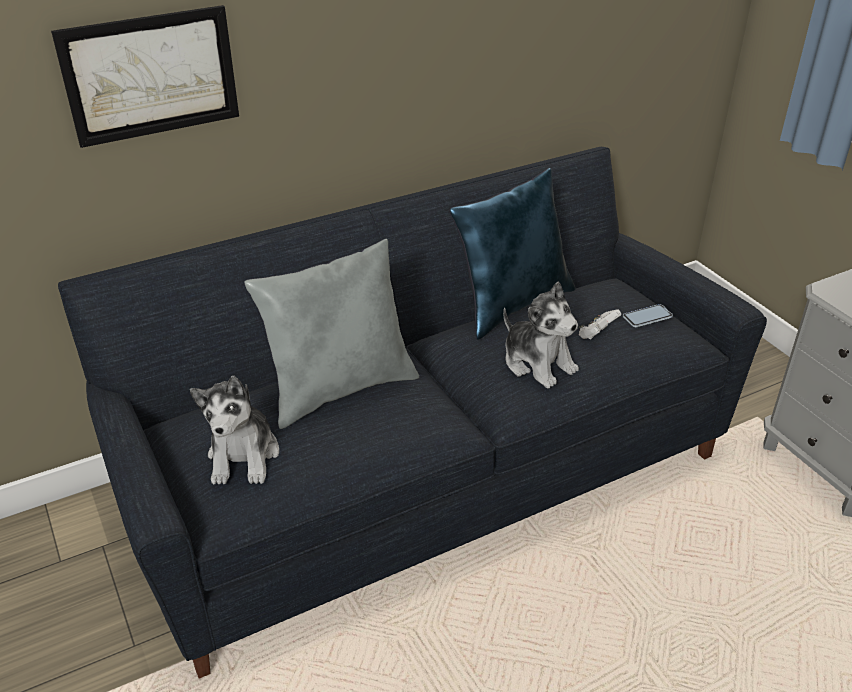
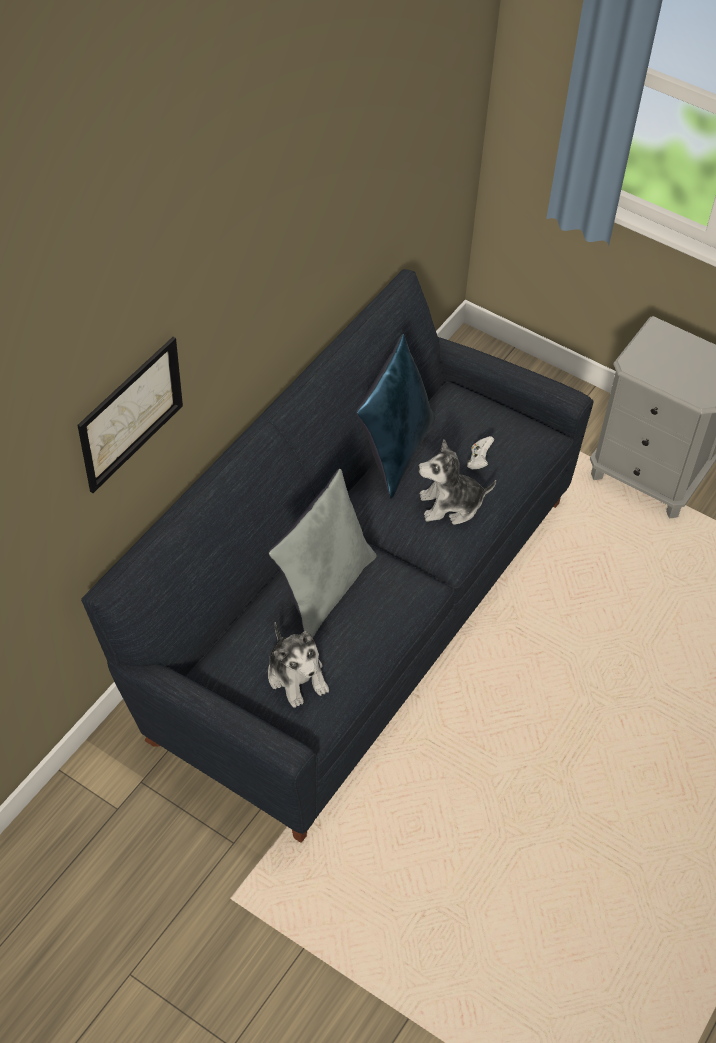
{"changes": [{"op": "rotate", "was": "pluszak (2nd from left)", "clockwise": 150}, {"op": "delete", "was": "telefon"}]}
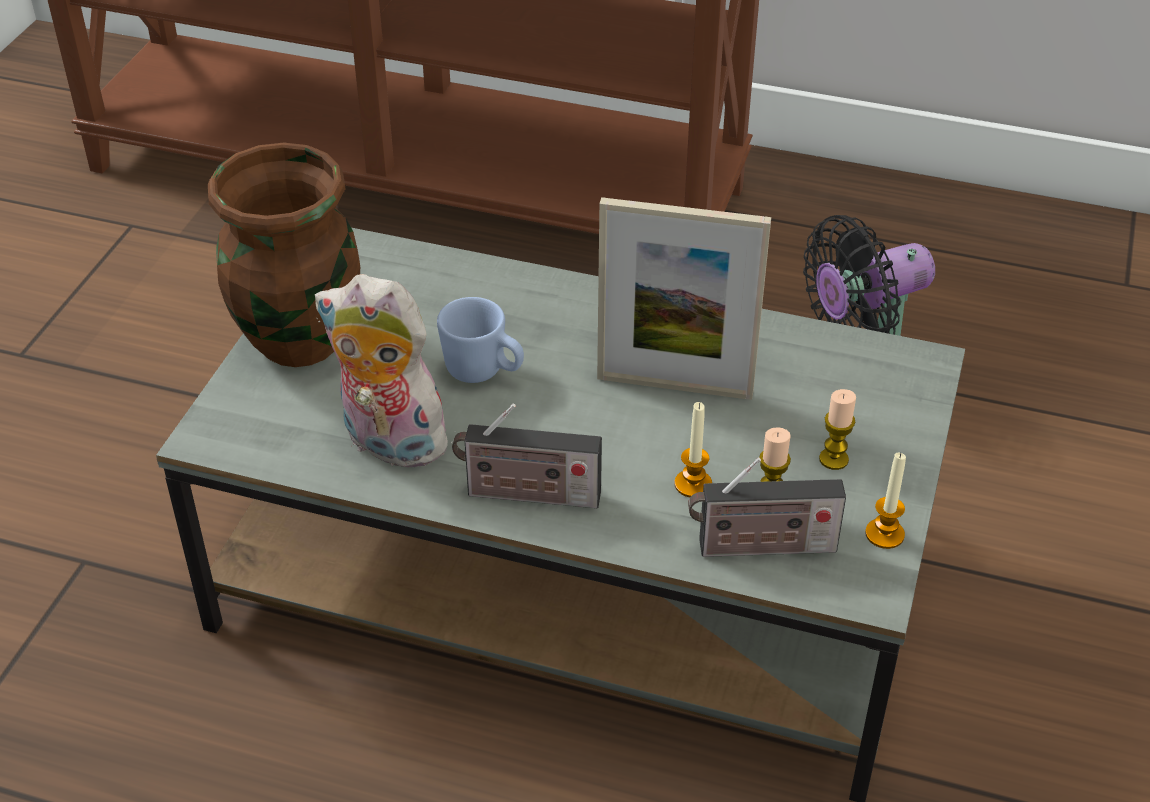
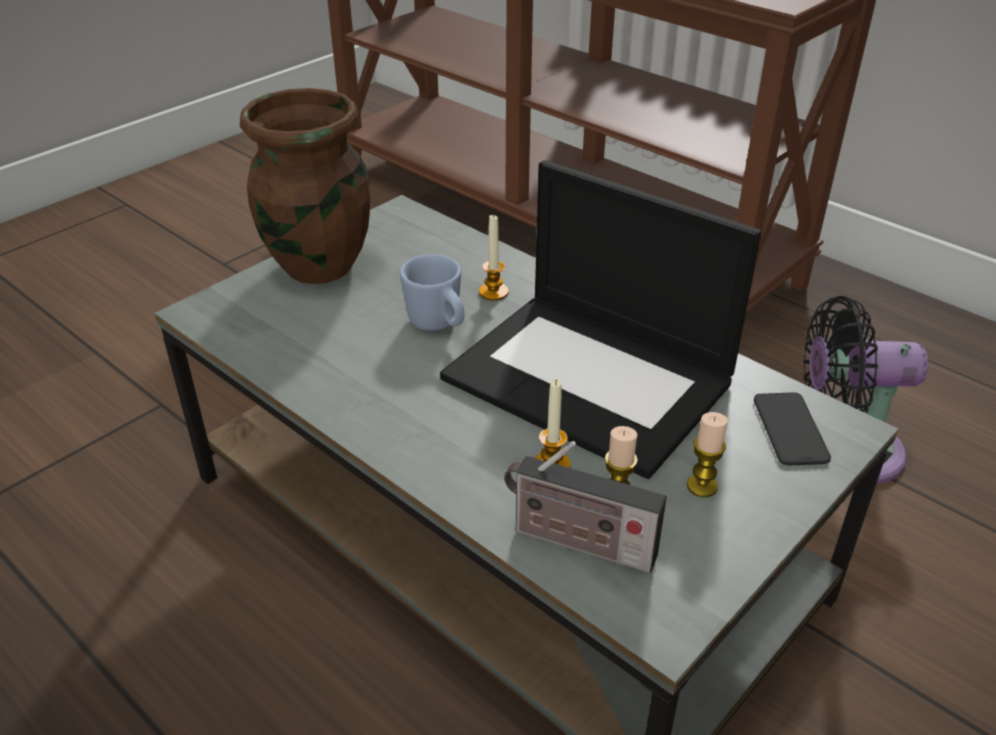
{"changes": [{"op": "delete", "was": "pluszak"}, {"op": "delete", "was": "radio (1st from left)"}, {"op": "replace", "was": "ramka na zdjęcie", "now": "laptop"}, {"op": "move", "was": "świeca (4th from left in the first image)", "now": "świeca (1st from left)"}, {"op": "insert", "now": "telefon"}]}
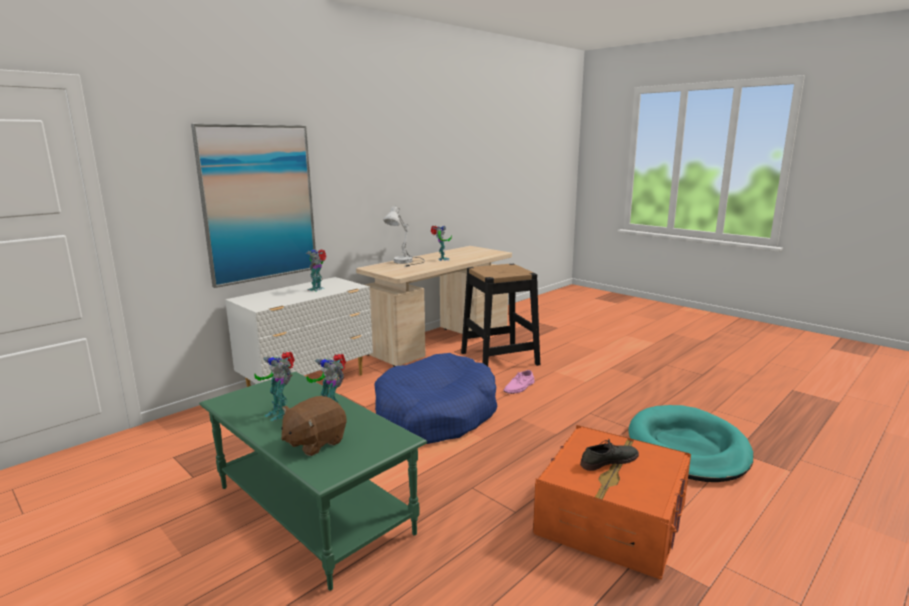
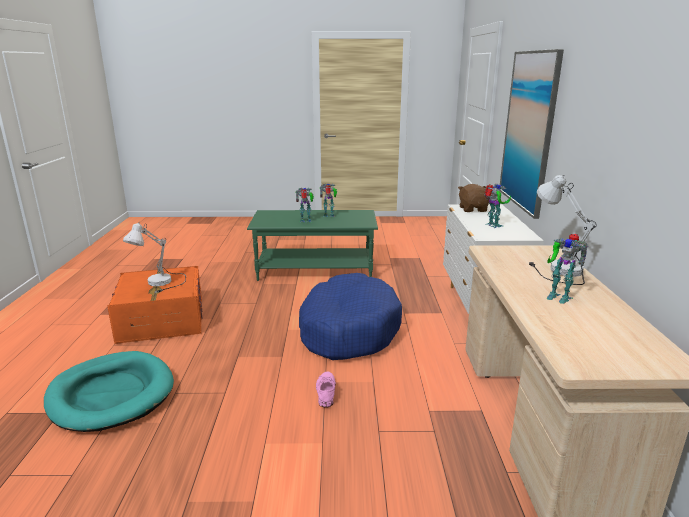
{"changes": [{"op": "move", "was": "pluszak [brązowy]"}, {"op": "delete", "was": "stołek [czarny]"}, {"op": "replace", "was": "but [szary]", "now": "lampa stołowa [biały] (1st from left)"}]}
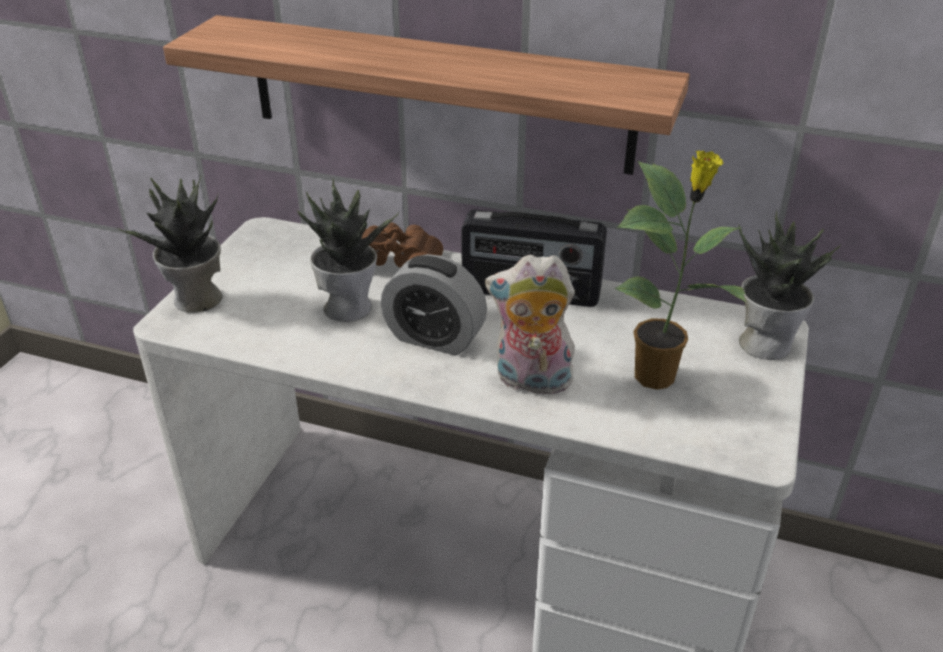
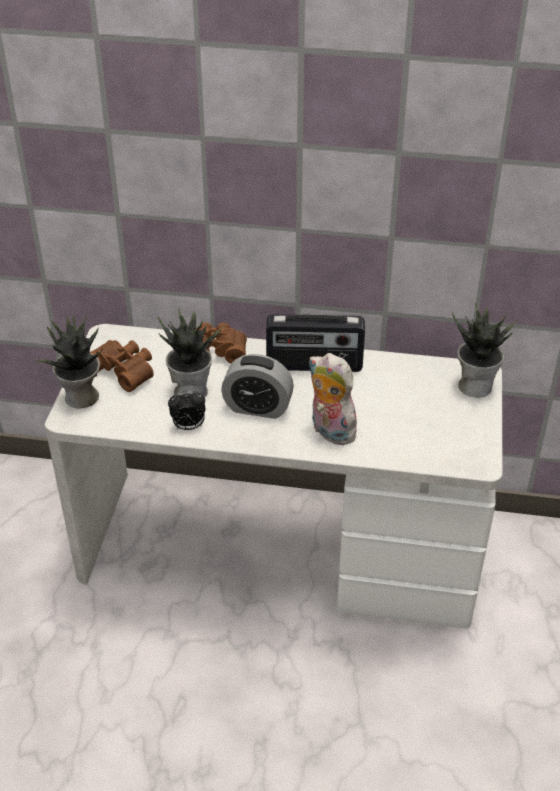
{"changes": [{"op": "delete", "was": "półka"}, {"op": "rotate", "was": "pluszak", "clockwise": 45}, {"op": "delete", "was": "roślina doniczkowa (3rd from left)"}, {"op": "insert", "now": "lornetka [brązowy] (1st from left)"}, {"op": "insert", "now": "budzik (1st from left)"}]}
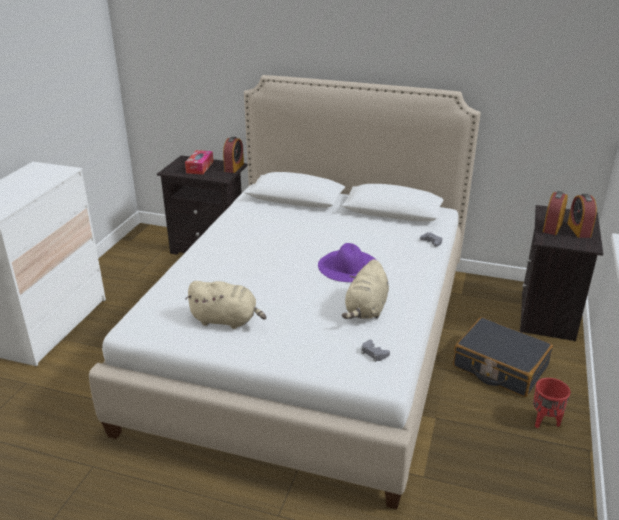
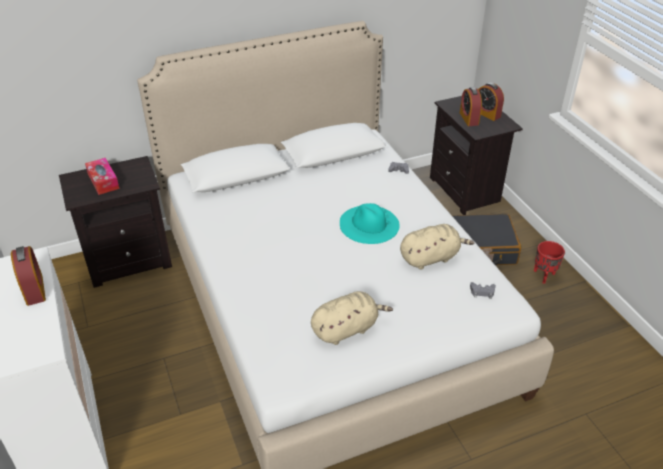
{"changes": [{"op": "move", "was": "budzik (1st from left)"}, {"op": "recolor", "was": "kapelusz [fioletowy]", "now": "kapelusz [turkusowy]"}, {"op": "rotate", "was": "pluszak [beżowy] (2nd from left)", "clockwise": -90}]}
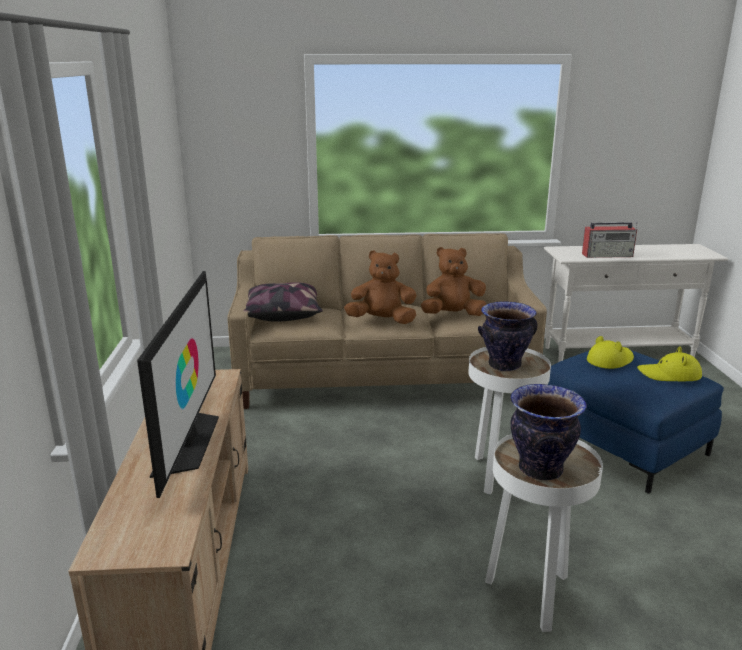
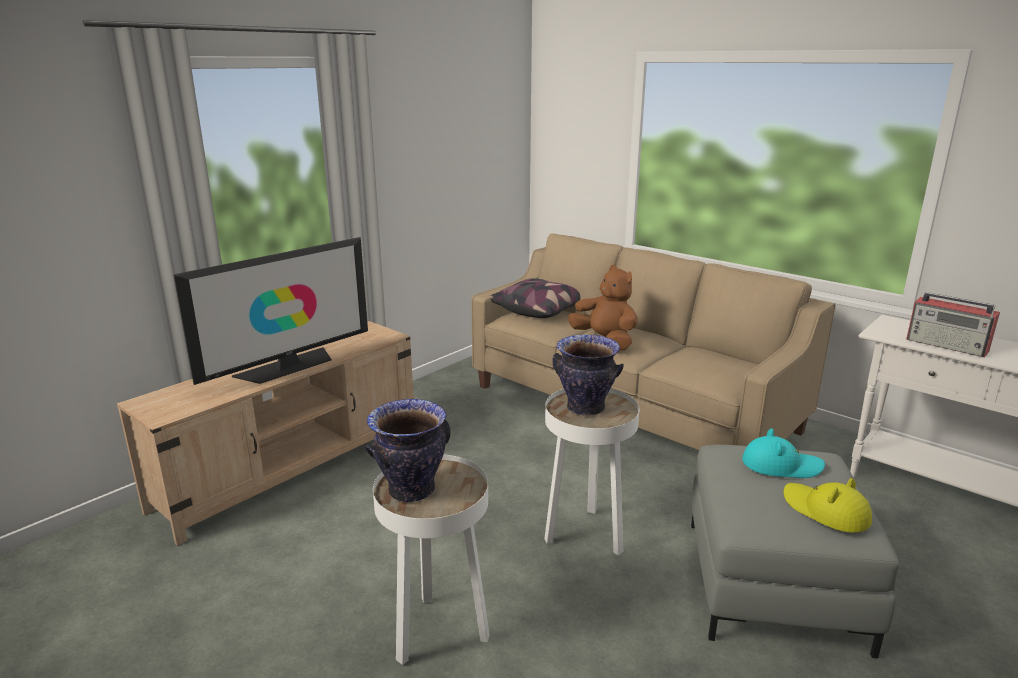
{"changes": [{"op": "delete", "was": "pluszak [brązowy] (2nd from left)"}, {"op": "recolor", "was": "pufa [niebieski]", "now": "pufa [szary]"}, {"op": "recolor", "was": "kapelusz [żółty] (1st from left)", "now": "kapelusz [turkusowy]"}]}
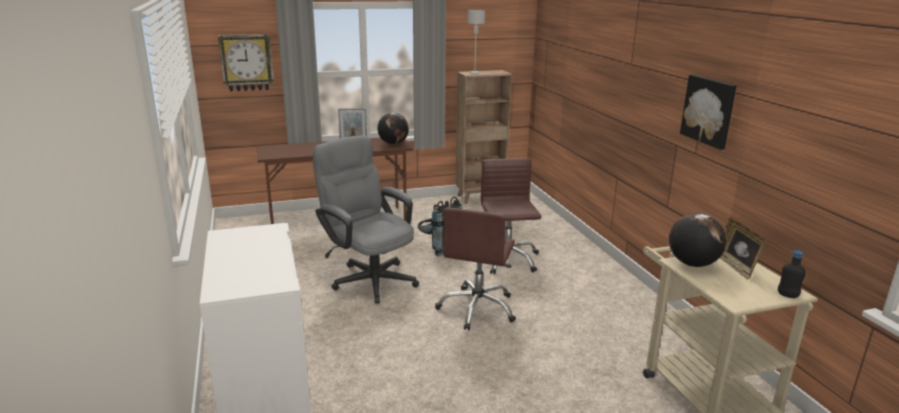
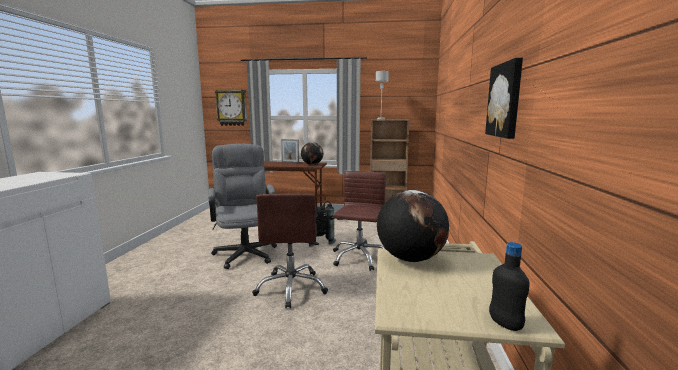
{"changes": [{"op": "rotate", "was": "krzesło biurowe [brązowy] (1st from left)", "clockwise": -45}, {"op": "delete", "was": "ramka na zdjęcie (2nd from left)"}]}
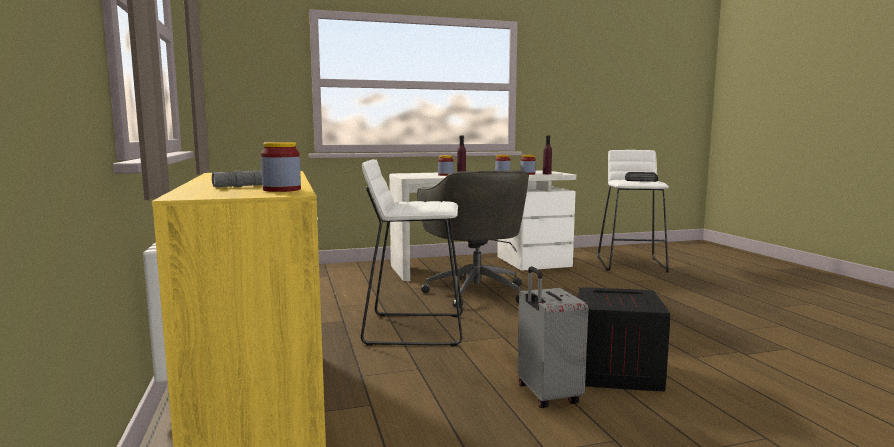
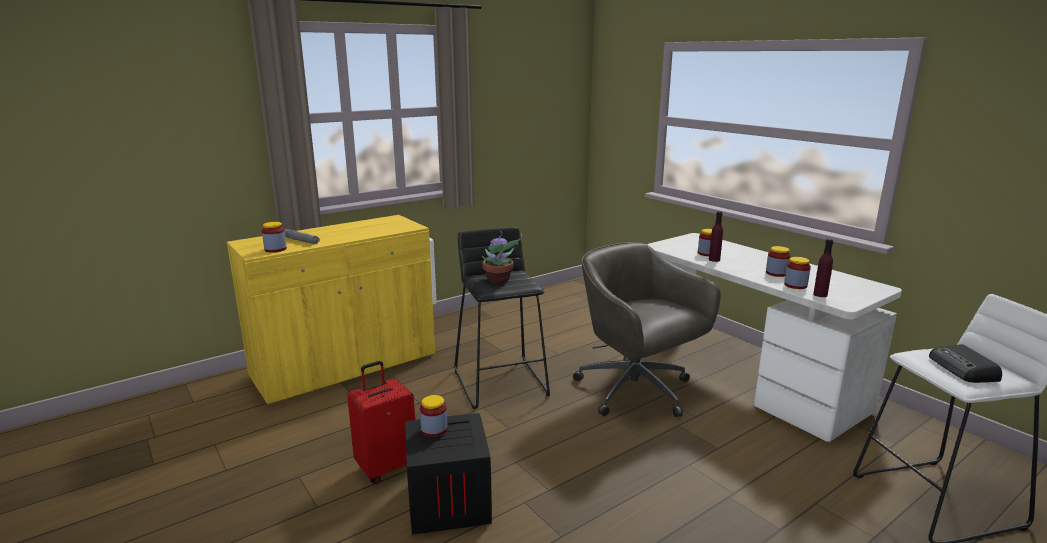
{"changes": [{"op": "recolor", "was": "stołek [biały] (1st from left)", "now": "stołek [czarny]"}, {"op": "rotate", "was": "krzesło biurowe [szary]", "clockwise": 90}, {"op": "recolor", "was": "walizka [szary]", "now": "walizka [czerwony]"}, {"op": "insert", "now": "słoik (2nd from left)"}, {"op": "insert", "now": "roślina doniczkowa"}]}
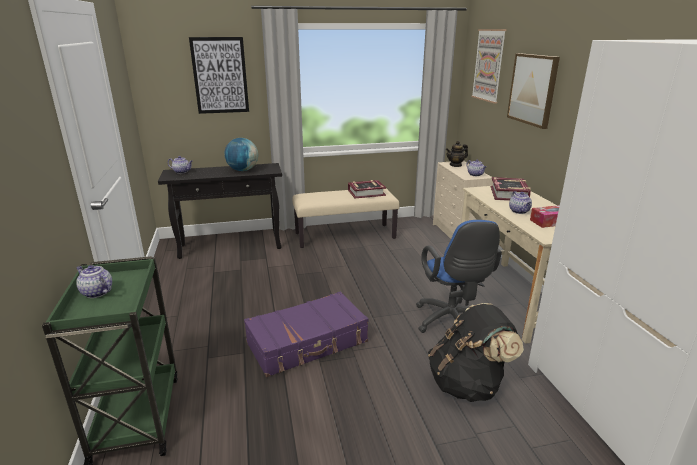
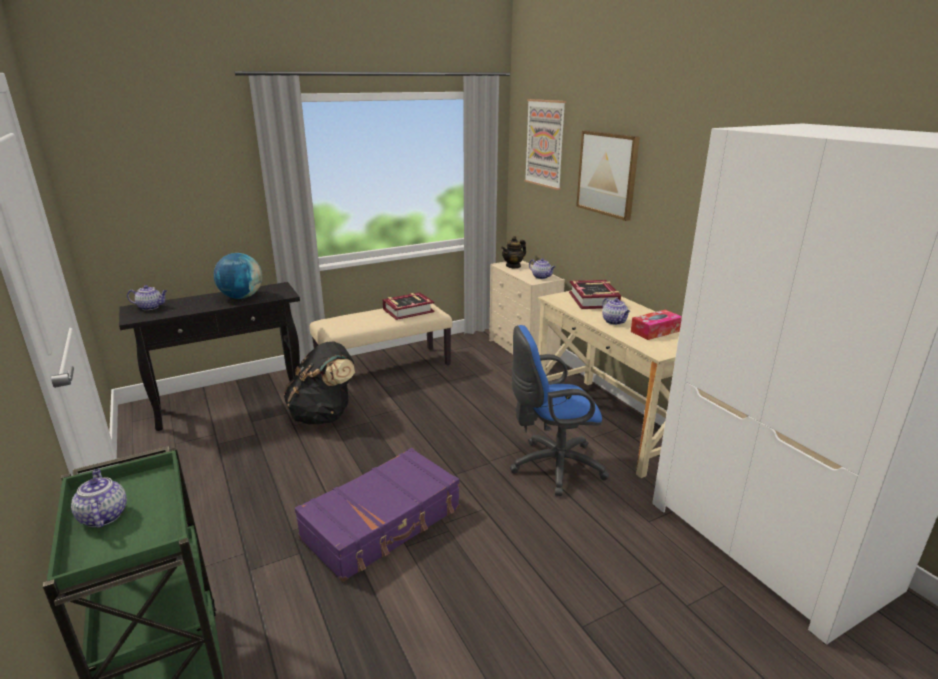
{"changes": [{"op": "rotate", "was": "imbryk (1st from left)", "clockwise": 45}, {"op": "delete", "was": "obraz (1st from left)"}, {"op": "rotate", "was": "krzesło biurowe [niebieski]", "clockwise": 105}, {"op": "move", "was": "plecak [czarny]"}]}
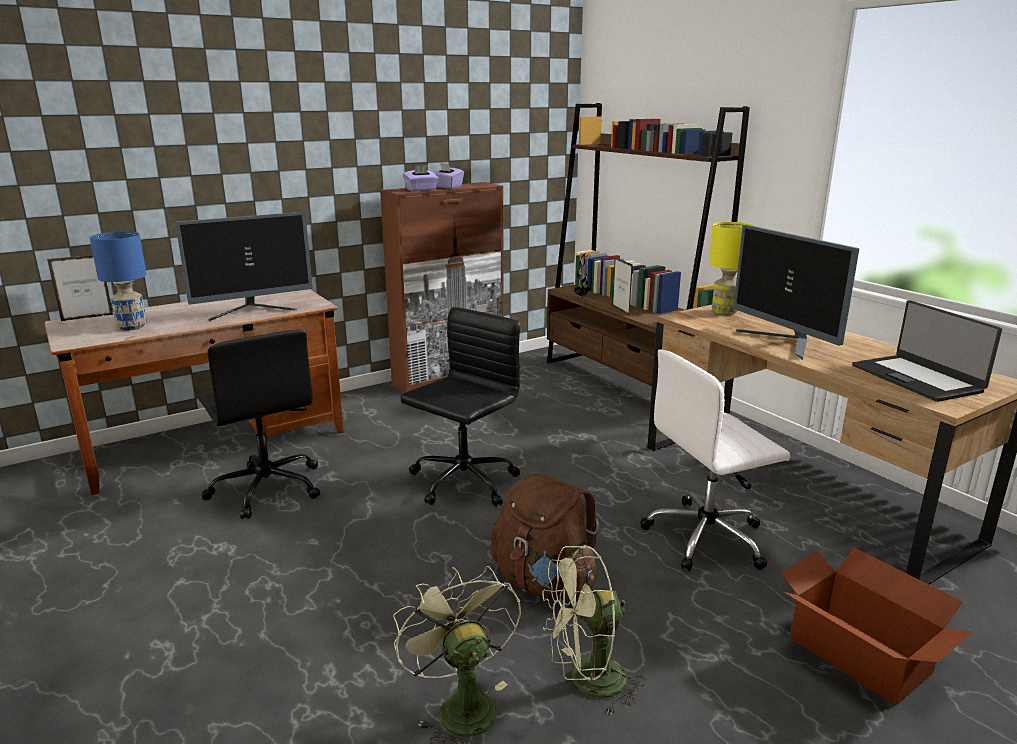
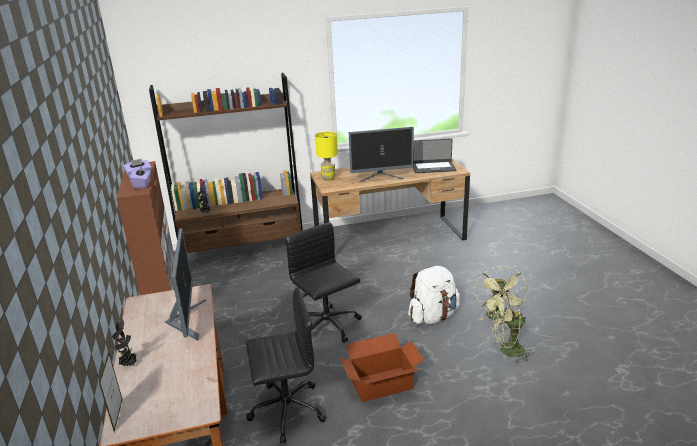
{"changes": [{"op": "delete", "was": "lampa stołowa [niebieski]"}, {"op": "recolor", "was": "plecak [brązowy]", "now": "plecak [biały]"}, {"op": "delete", "was": "ramka na zdjęcie (2nd from left)"}, {"op": "delete", "was": "krzesło biurowe [biały]"}, {"op": "move", "was": "karton"}, {"op": "insert", "now": "roślina doniczkowa (1st from left)"}]}
